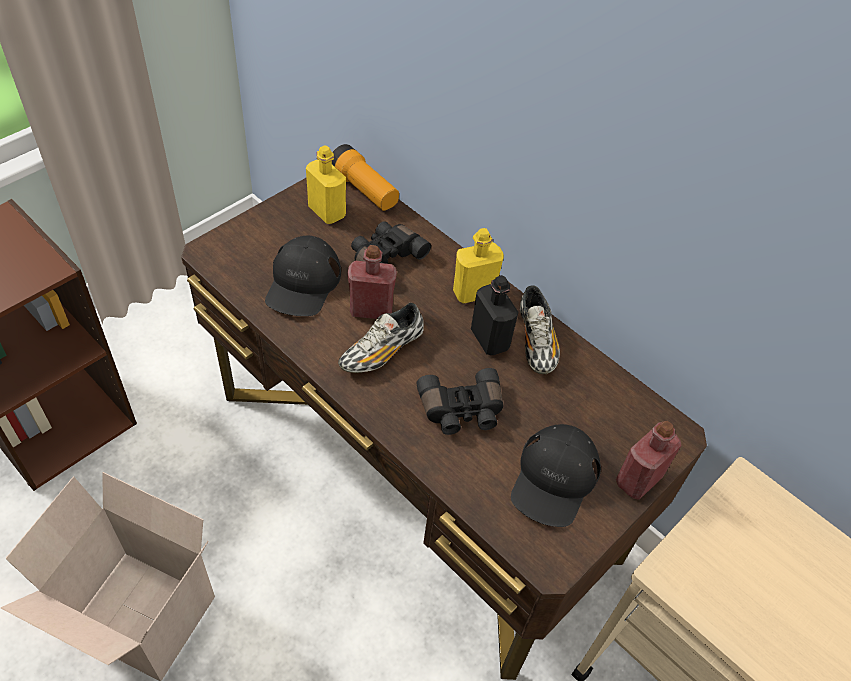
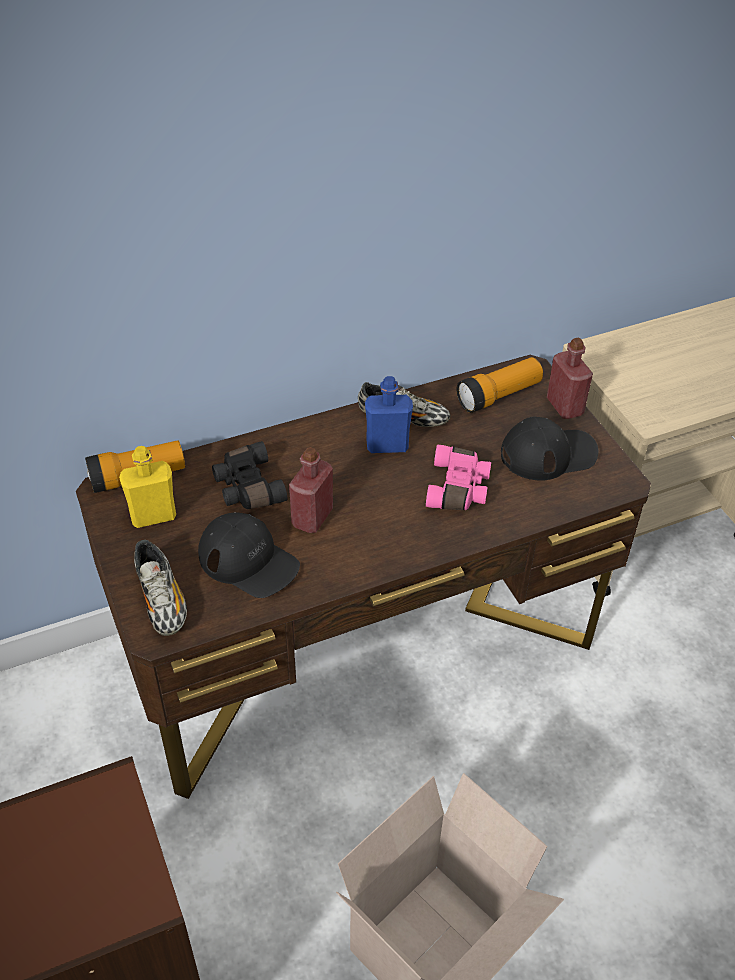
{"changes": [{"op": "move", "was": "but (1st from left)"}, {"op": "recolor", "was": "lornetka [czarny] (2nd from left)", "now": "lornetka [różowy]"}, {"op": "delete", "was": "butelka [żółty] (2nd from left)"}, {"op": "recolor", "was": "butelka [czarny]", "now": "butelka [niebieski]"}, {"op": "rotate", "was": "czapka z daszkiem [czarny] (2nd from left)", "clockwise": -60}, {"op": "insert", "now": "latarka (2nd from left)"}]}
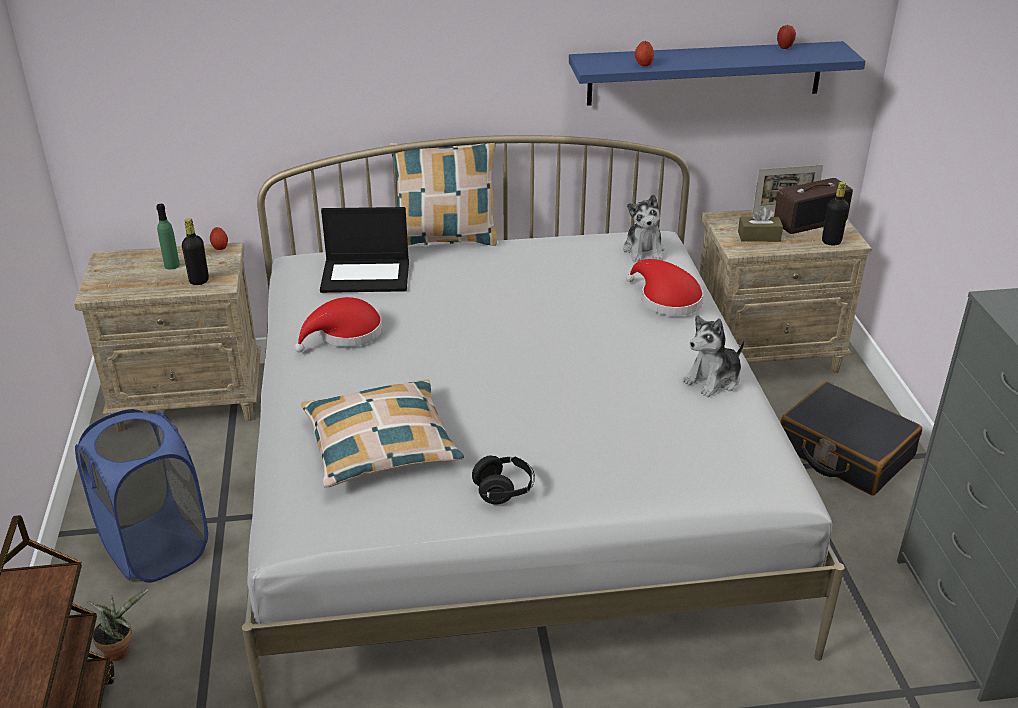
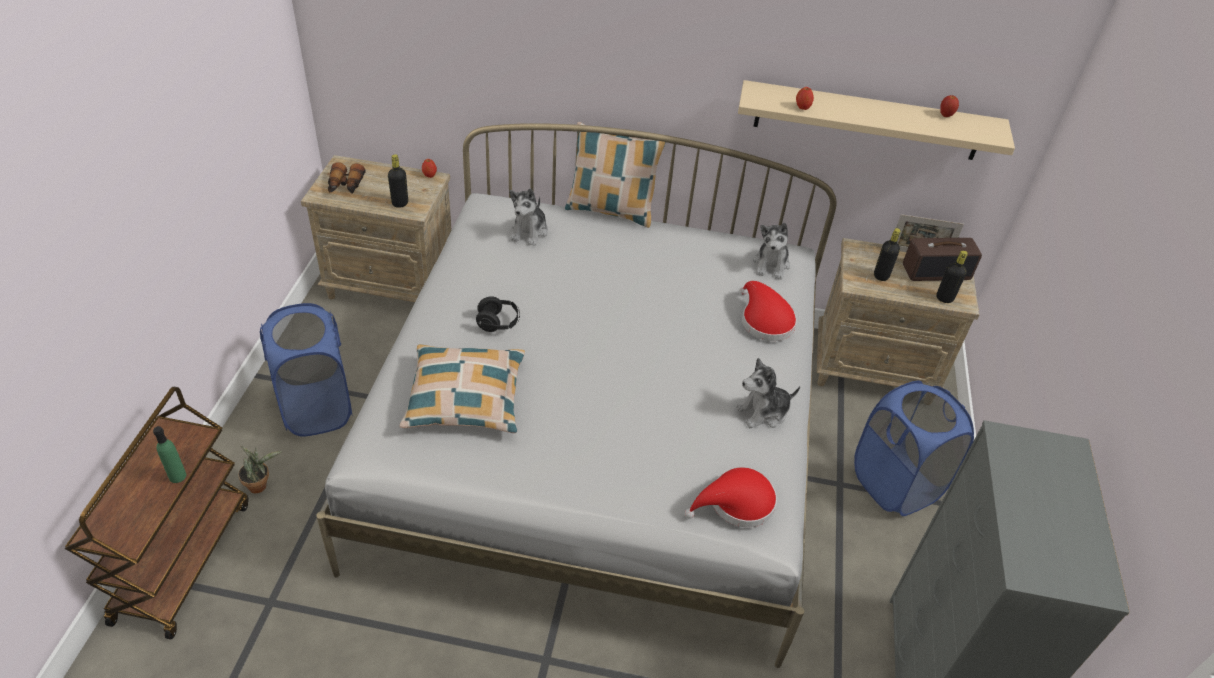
{"changes": [{"op": "move", "was": "butelka [zielony]"}, {"op": "move", "was": "kapelusz [czerwony] (1st from left)"}, {"op": "replace", "was": "laptop", "now": "pluszak (1st from left)"}, {"op": "move", "was": "słuchawki [czarny]"}, {"op": "recolor", "was": "półka [niebieski]", "now": "półka [beżowy]"}, {"op": "replace", "was": "pudełko chusteczek [brązowy]", "now": "butelka [czarny] (2nd from left)"}, {"op": "replace", "was": "walizka [czarny]", "now": "kosz na pranie [niebieski] (2nd from left)"}, {"op": "insert", "now": "lornetka"}]}
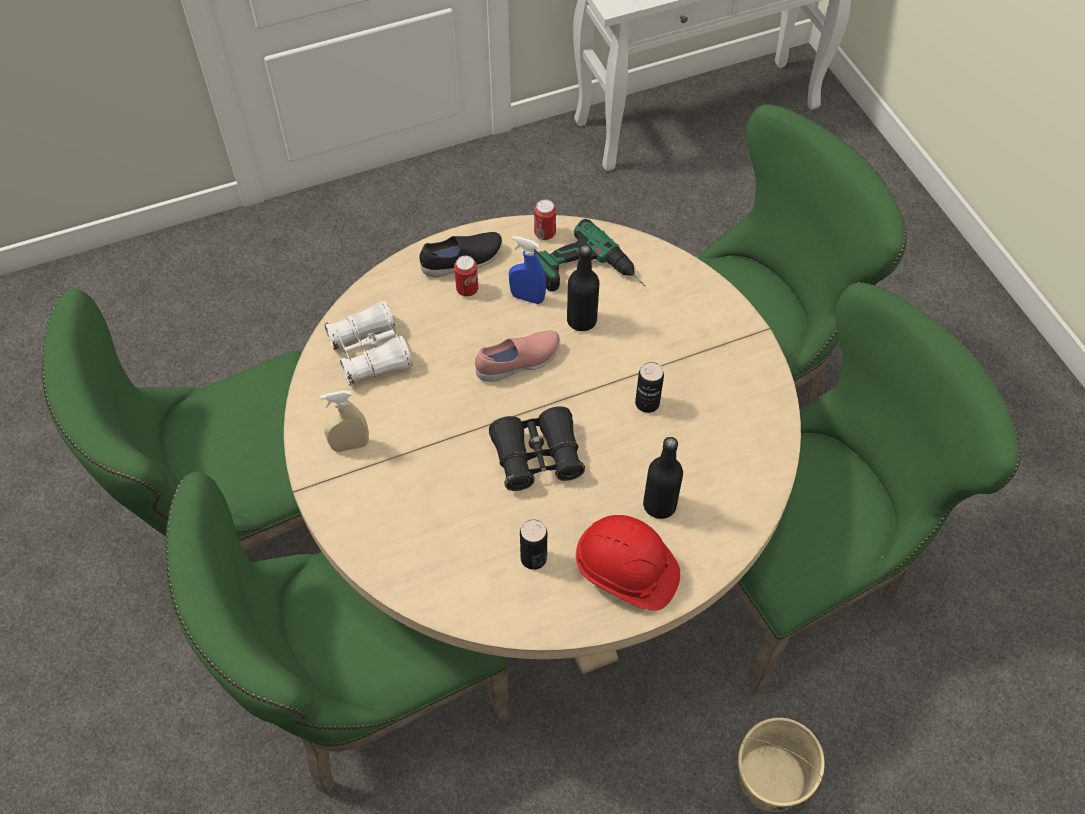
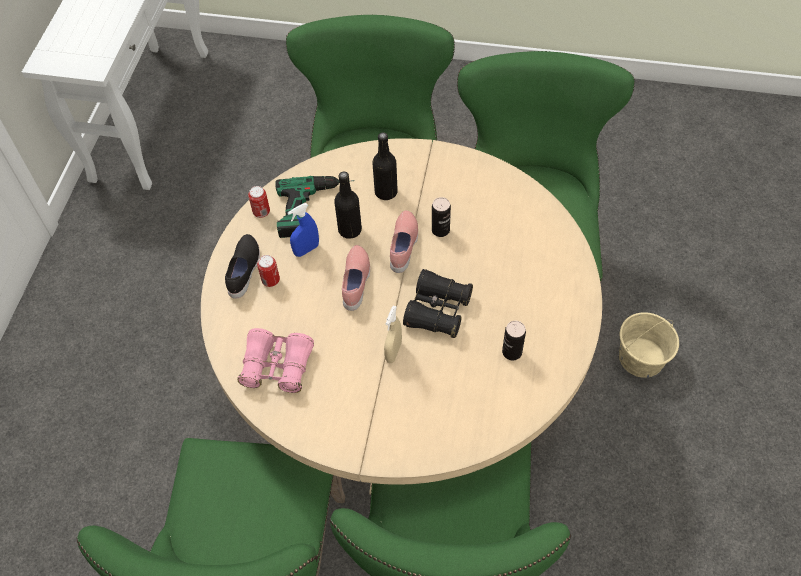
{"changes": [{"op": "move", "was": "spryskiwacz [beżowy]"}, {"op": "recolor", "was": "lornetka [biały]", "now": "lornetka [różowy]"}, {"op": "delete", "was": "kask [czerwony]"}, {"op": "move", "was": "butelka [czarny] (2nd from left)"}, {"op": "insert", "now": "but [różowy] (2nd from left)"}]}
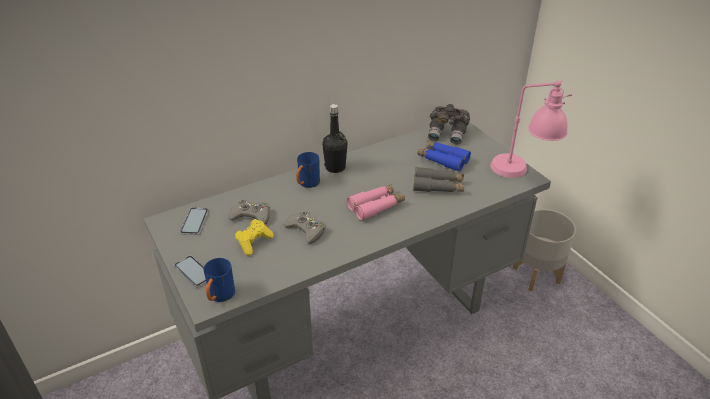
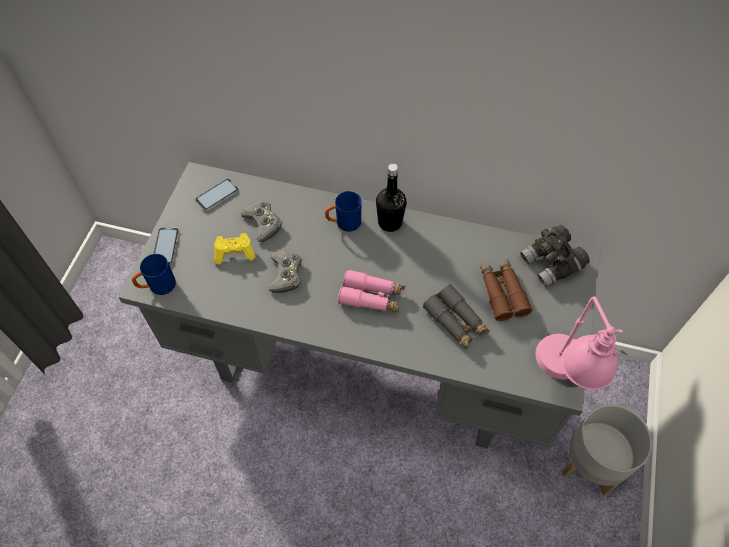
{"changes": [{"op": "recolor", "was": "lornetka [niebieski]", "now": "lornetka [brązowy]"}]}
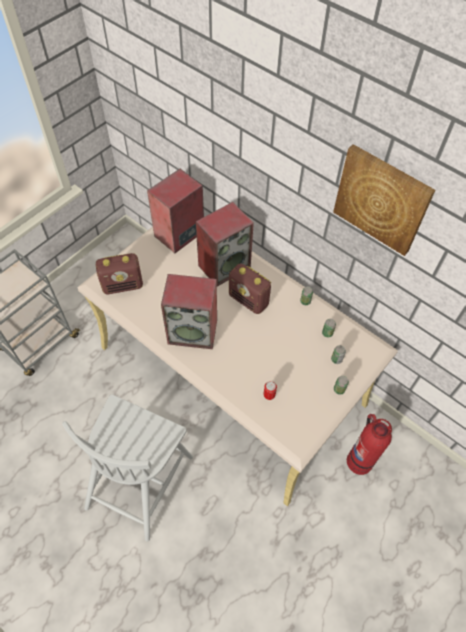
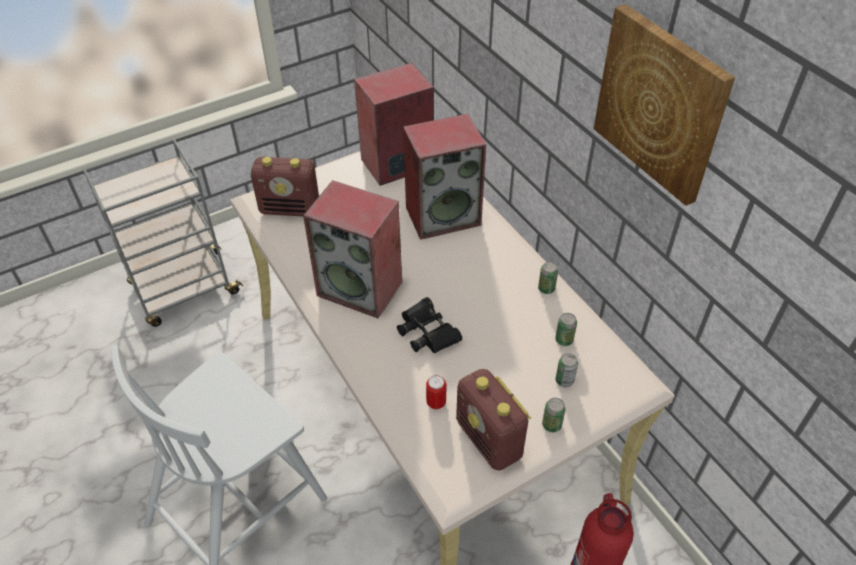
{"changes": [{"op": "move", "was": "radio (2nd from left)"}, {"op": "insert", "now": "lornetka [czarny]"}]}
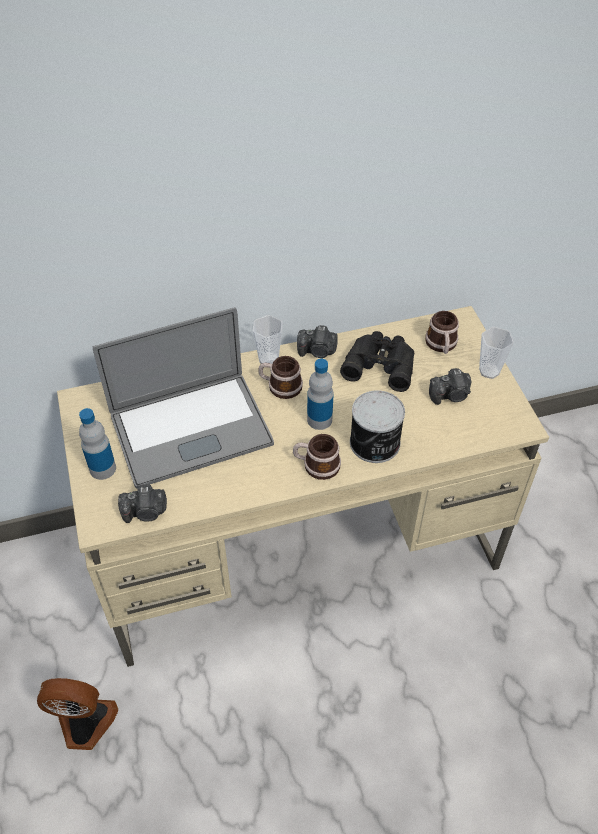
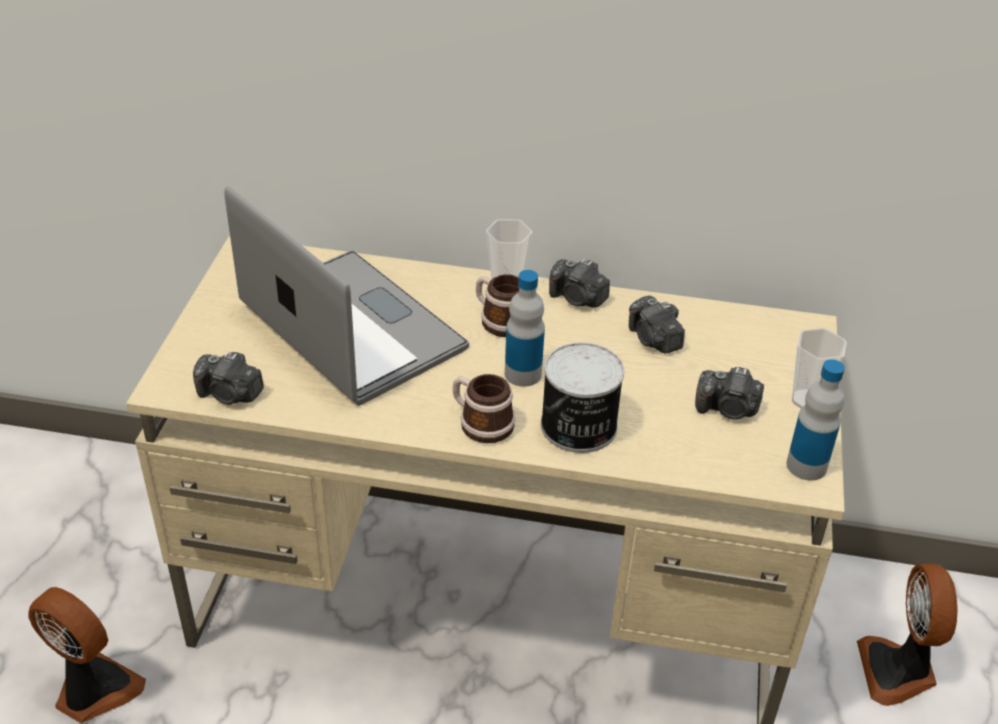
{"changes": [{"op": "move", "was": "butelka (1st from left in the first image)", "now": "butelka (2nd from left)"}, {"op": "rotate", "was": "laptop", "clockwise": -135}, {"op": "replace", "was": "lornetka [czarny]", "now": "aparat fotograficzny (3rd from left)"}, {"op": "delete", "was": "kubek (3rd from left)"}, {"op": "insert", "now": "wentylator (2nd from left)"}]}
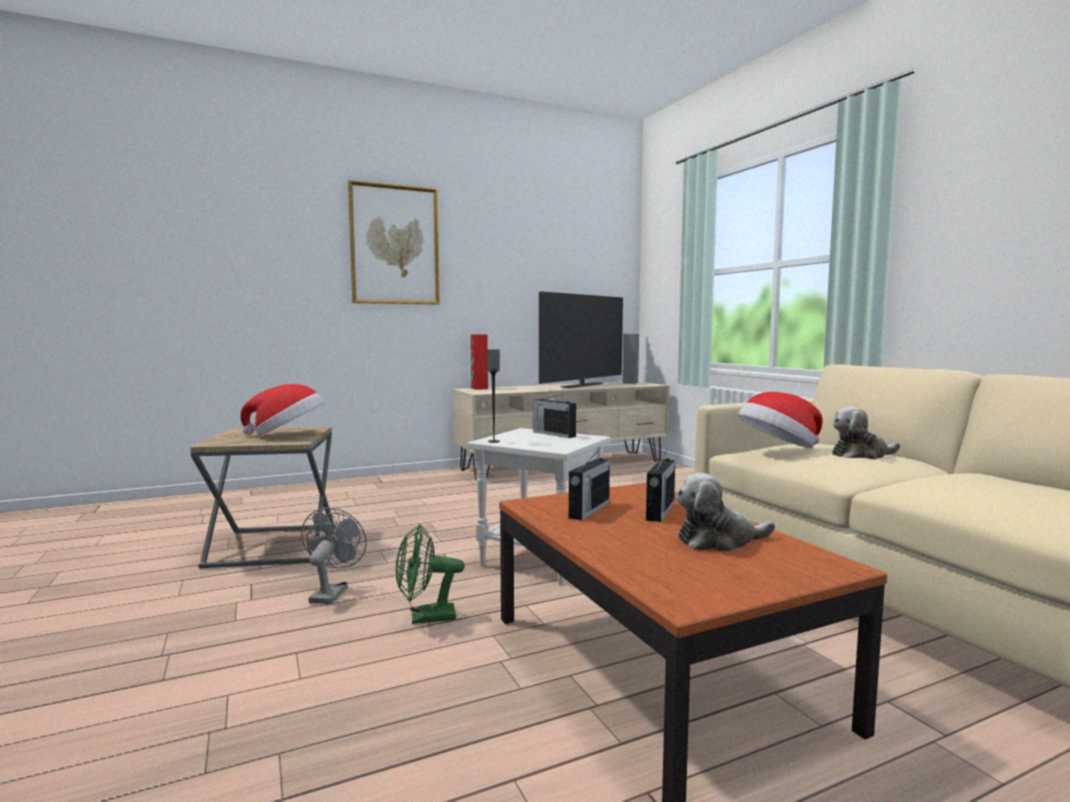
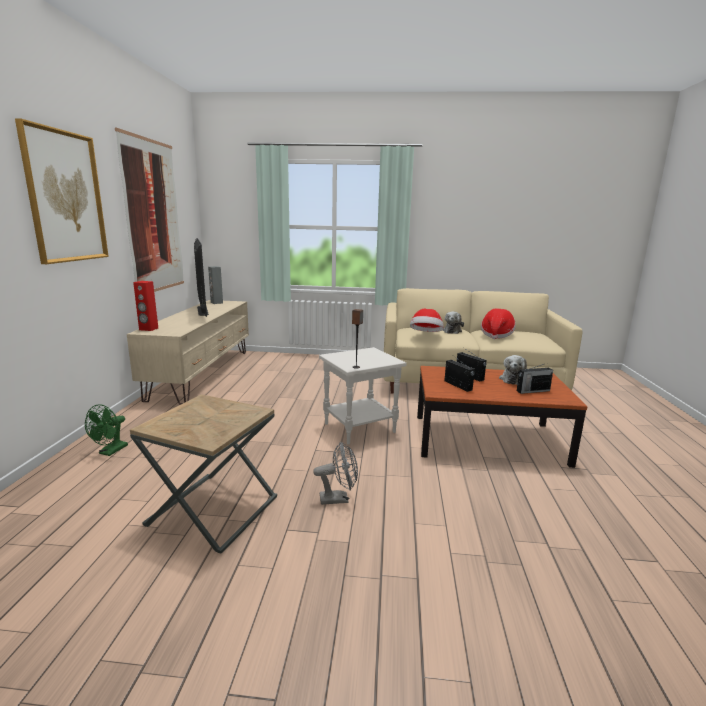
{"changes": [{"op": "move", "was": "kapelusz (1st from left in the first image)", "now": "kapelusz (2nd from left)"}, {"op": "rotate", "was": "wentylator [szary]", "clockwise": 135}, {"op": "move", "was": "wentylator [zielony]"}, {"op": "move", "was": "radio (1st from left in the first image)", "now": "radio (3rd from left)"}, {"op": "insert", "now": "obraz (2nd from left)"}]}
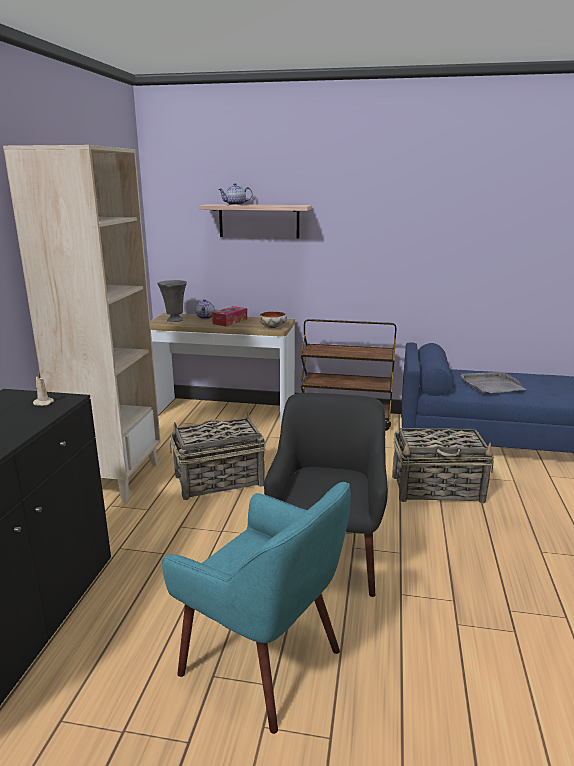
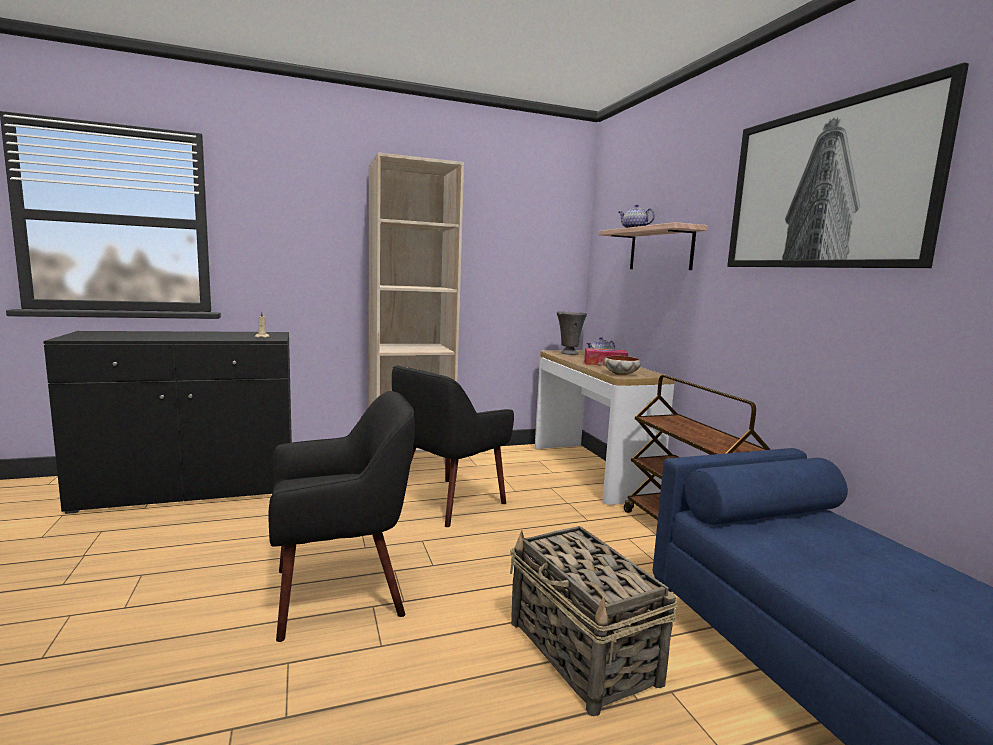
{"changes": [{"op": "delete", "was": "fotel [turkusowy]"}, {"op": "replace", "was": "koszyk (1st from left)", "now": "fotel [czarny] (2nd from left)"}, {"op": "delete", "was": "taca [szary]"}, {"op": "insert", "now": "obraz"}]}
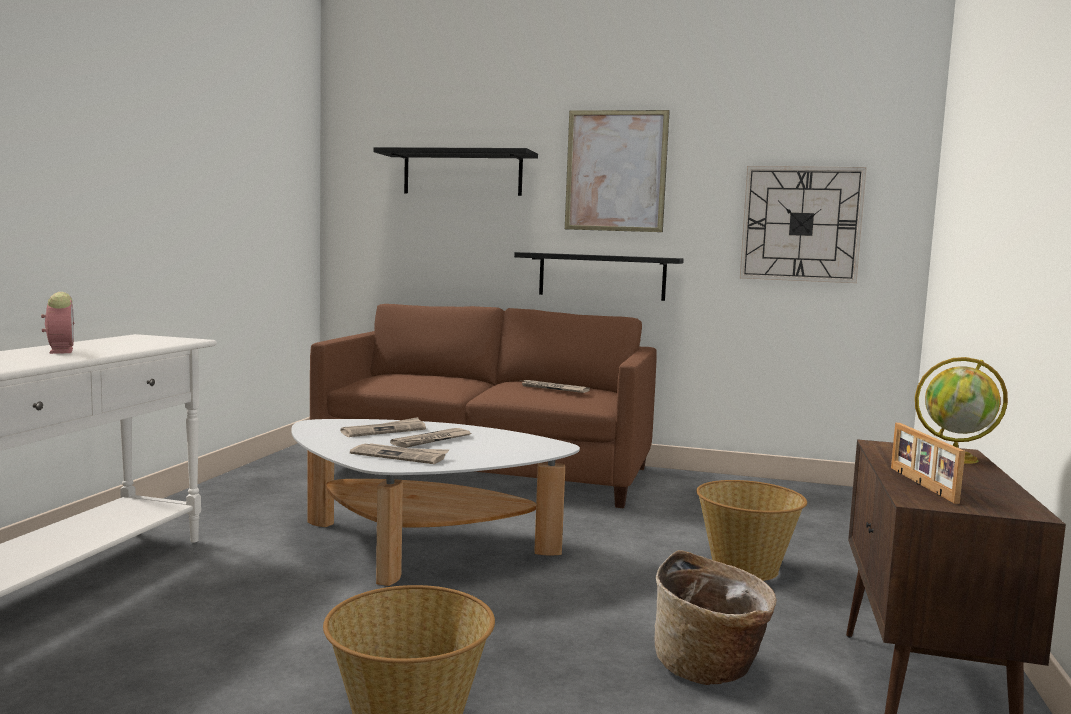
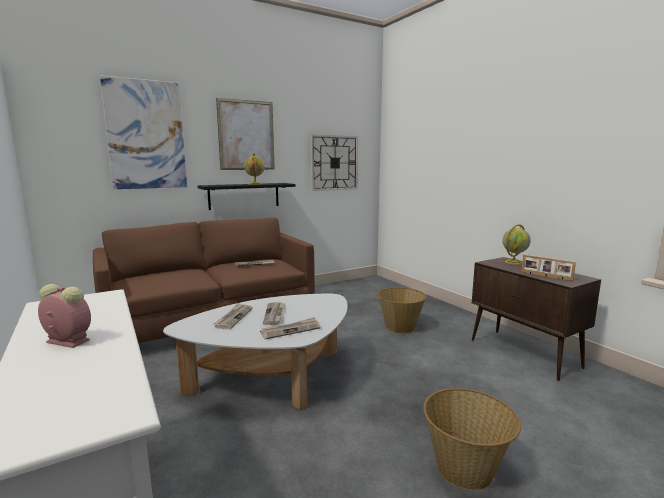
{"changes": [{"op": "replace", "was": "półka [czarny] (1st from left)", "now": "obraz (1st from left)"}, {"op": "delete", "was": "koszyk (2nd from left)"}, {"op": "insert", "now": "globus (1st from left)"}]}
